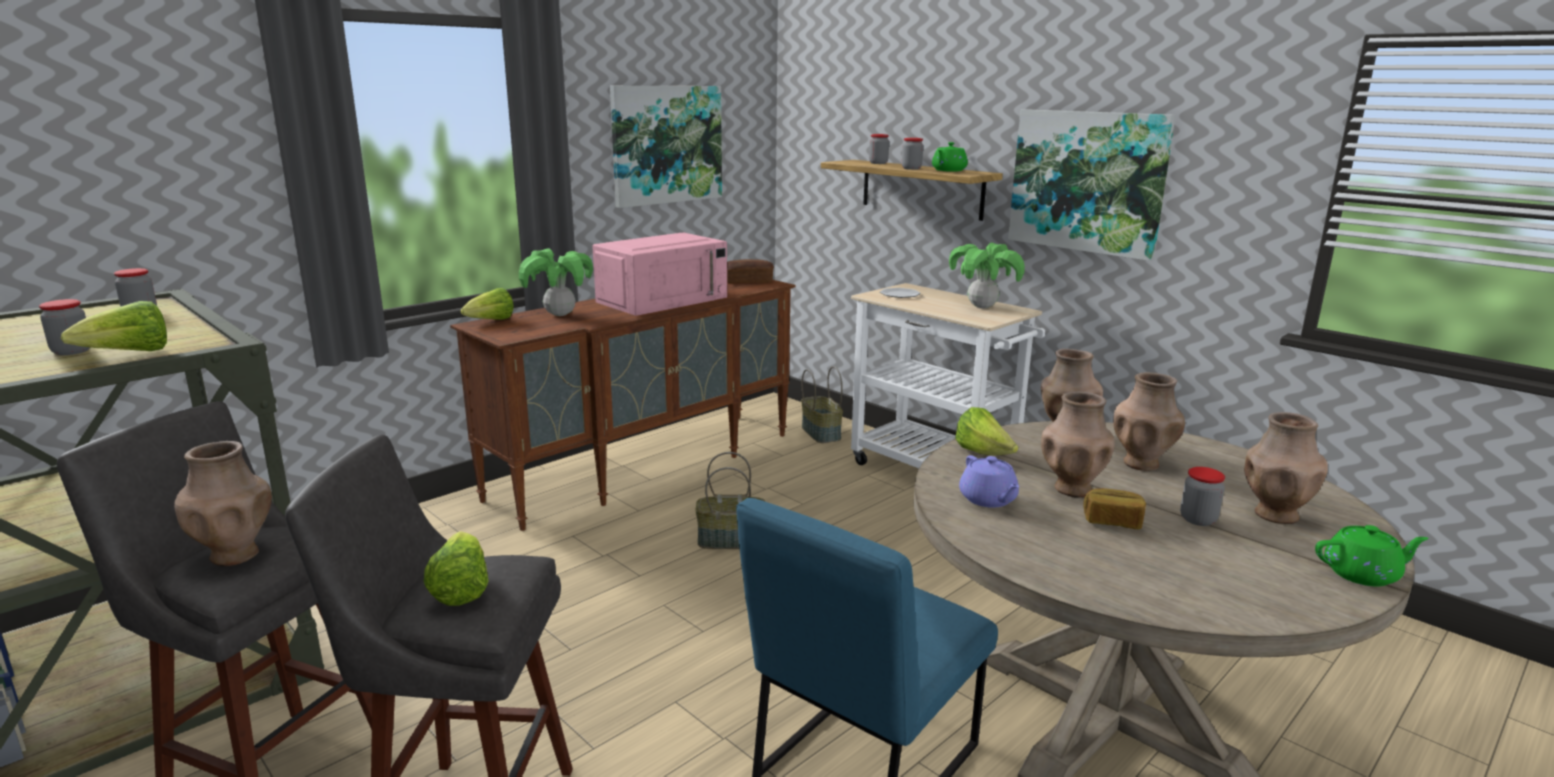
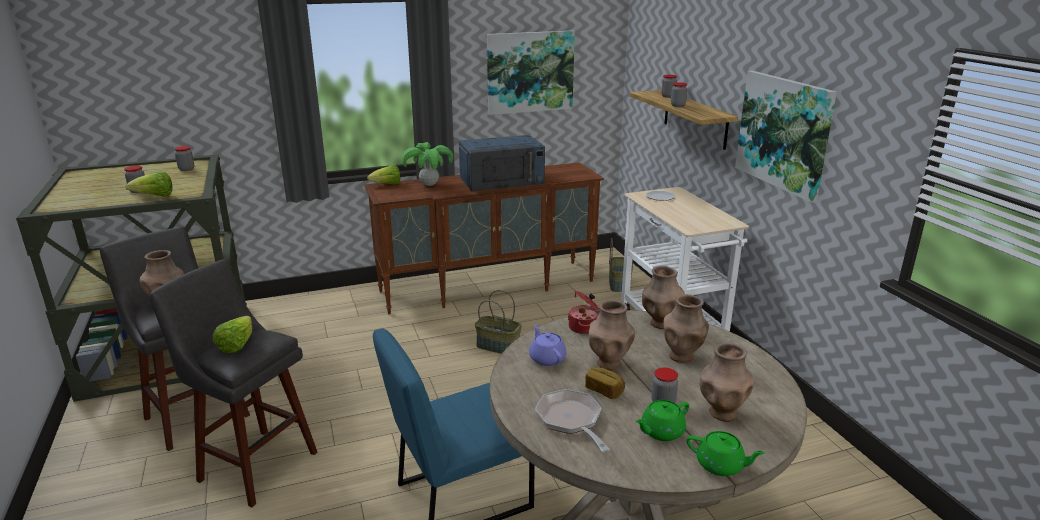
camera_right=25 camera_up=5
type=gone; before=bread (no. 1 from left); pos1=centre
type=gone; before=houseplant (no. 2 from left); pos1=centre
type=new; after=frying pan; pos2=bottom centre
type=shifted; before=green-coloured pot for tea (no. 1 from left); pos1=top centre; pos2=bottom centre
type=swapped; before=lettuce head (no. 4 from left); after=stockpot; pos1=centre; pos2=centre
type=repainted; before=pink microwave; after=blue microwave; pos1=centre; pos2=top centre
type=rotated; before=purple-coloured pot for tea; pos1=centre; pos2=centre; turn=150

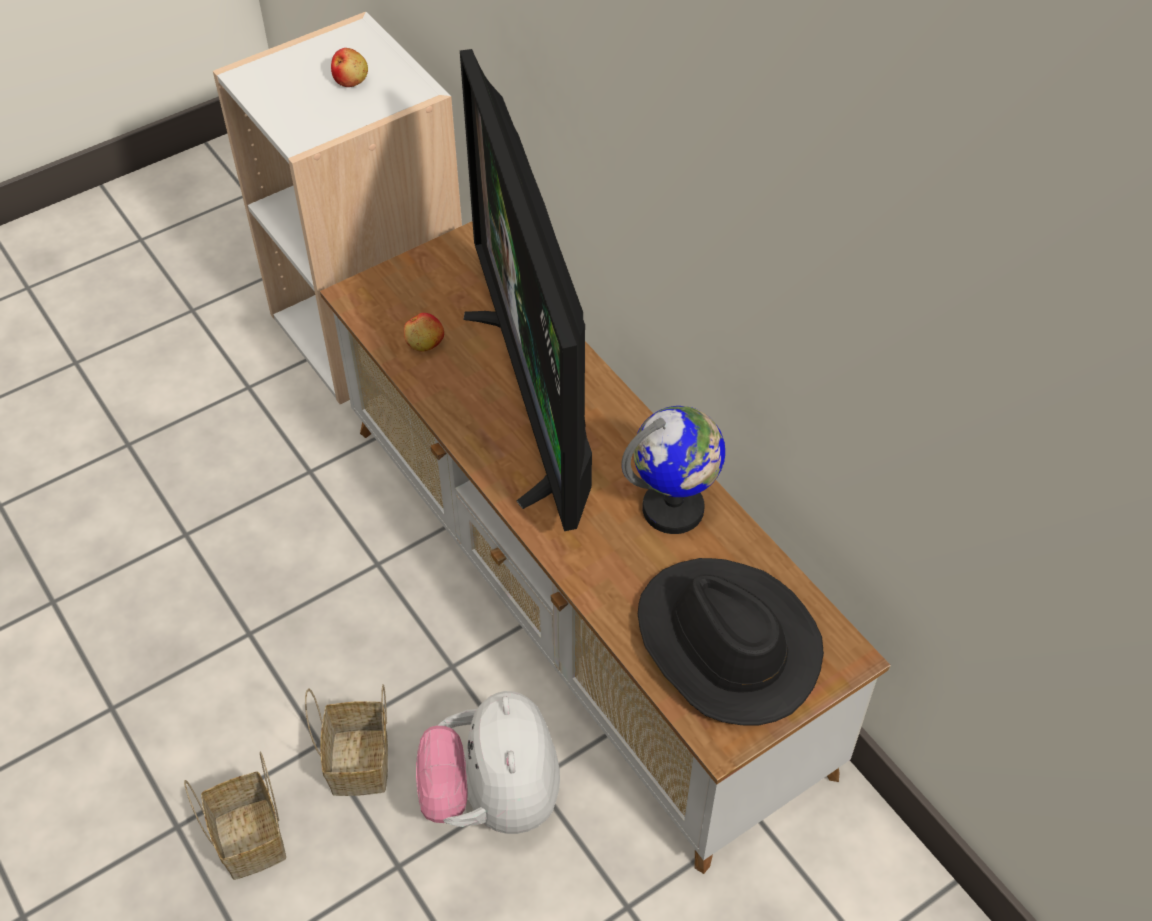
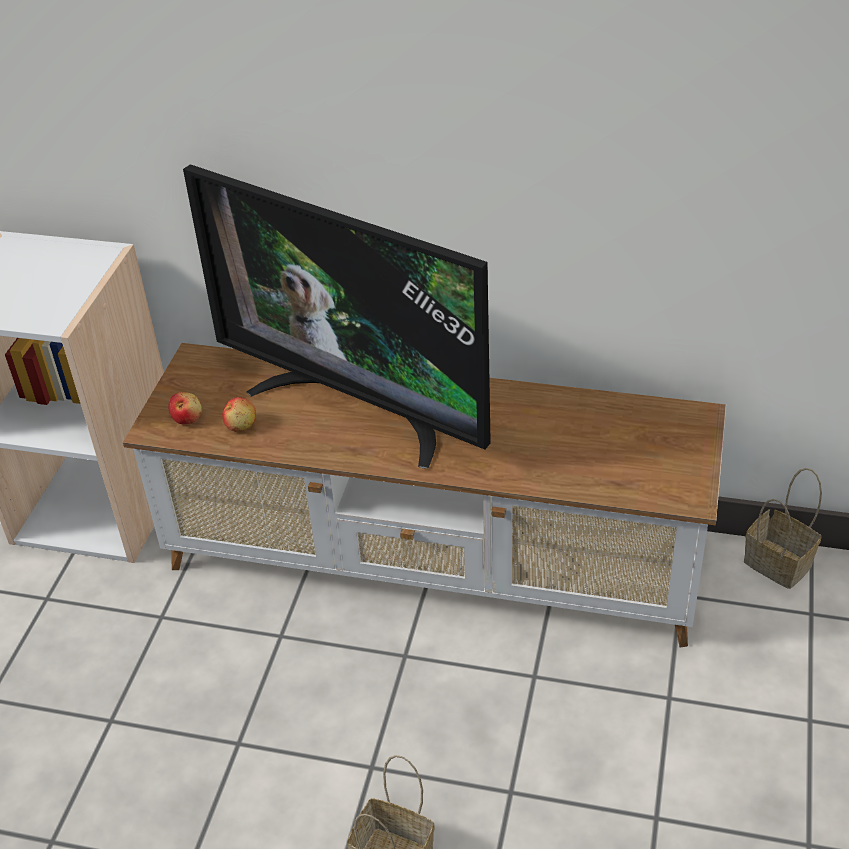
camera_right=-40 camera_up=-10
type=gone; before=cuddly toy; pos1=bottom centre
type=gone; before=world globe; pos1=centre
type=gone; before=blackish hat; pos1=bottom centre
type=shifted; before=basket (no. 2 from left); pos1=bottom left; pos2=middle right
type=shifted; before=apple (no. 1 from left); pos1=top left; pos2=middle left

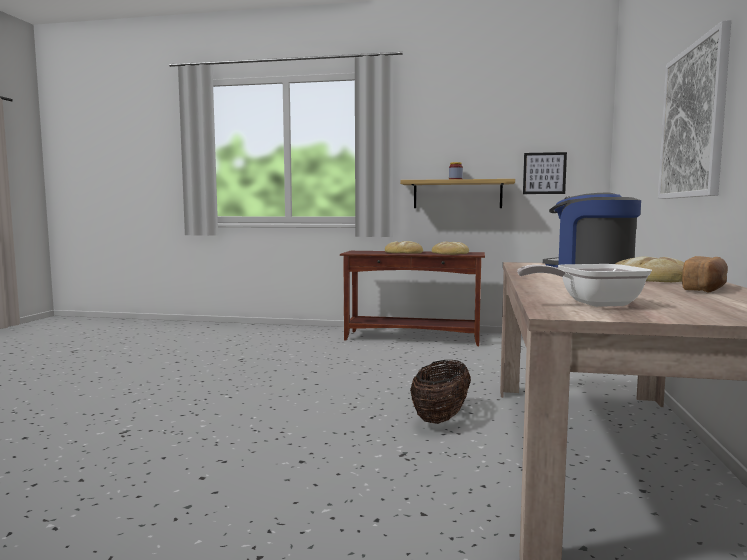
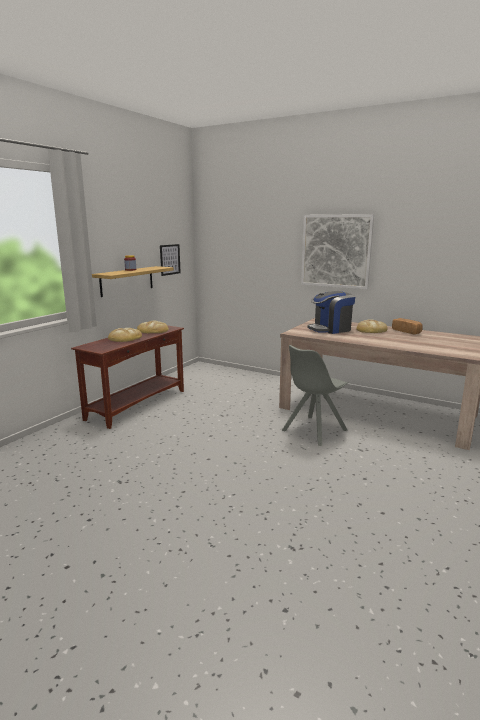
camera_right=-70 camera_up=10
type=gone; before=frying pan; pos1=middle right
type=swapped; before=basket; after=gray plain chair; pos1=bottom centre; pos2=centre

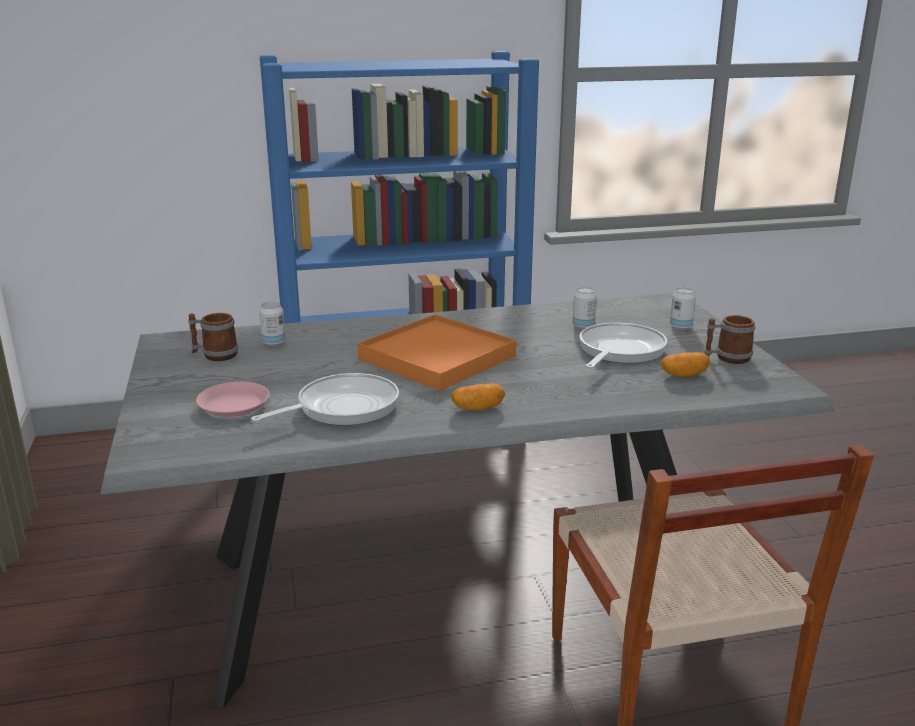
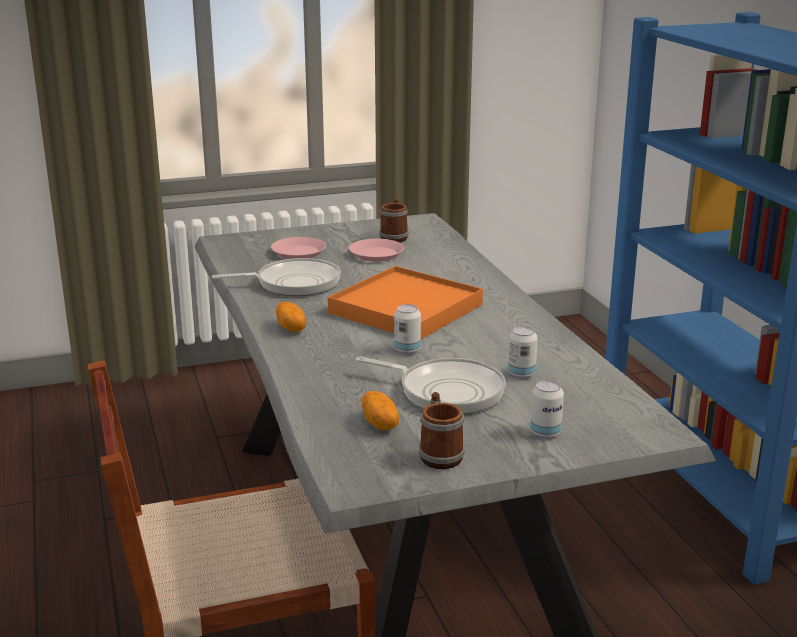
camera_right=85 camera_up=0
type=new; after=pink flat dish (no. 2 from left); pos2=centre
type=shifted; before=sealed can (no. 1 from left); pos1=middle left; pos2=centre
type=rotated; before=frying pan (no. 1 from left); pos1=centre; pos2=centre; turn=-60

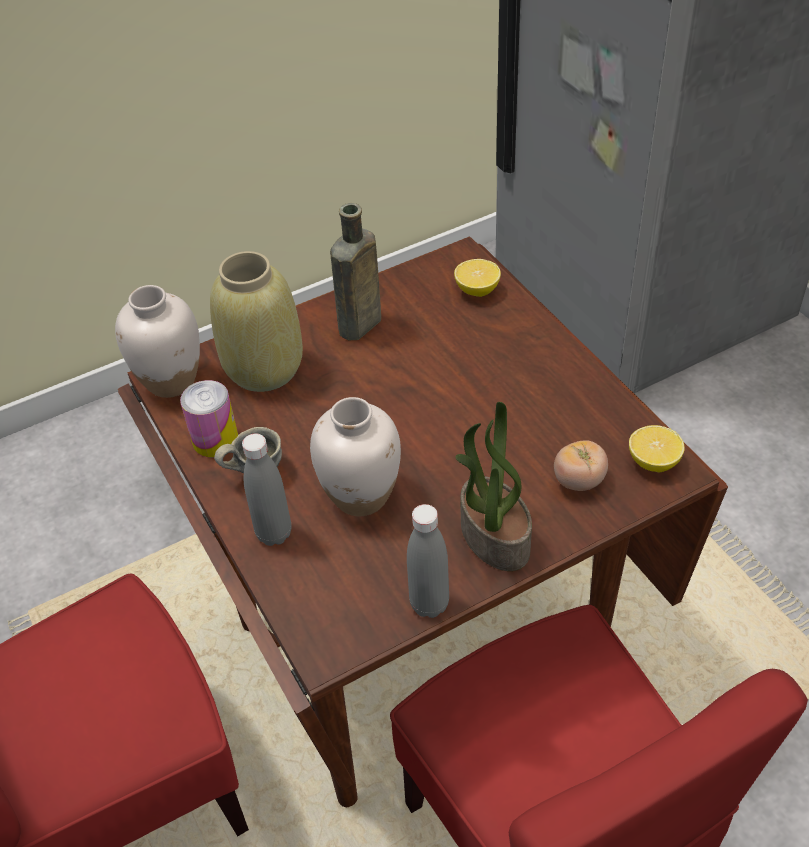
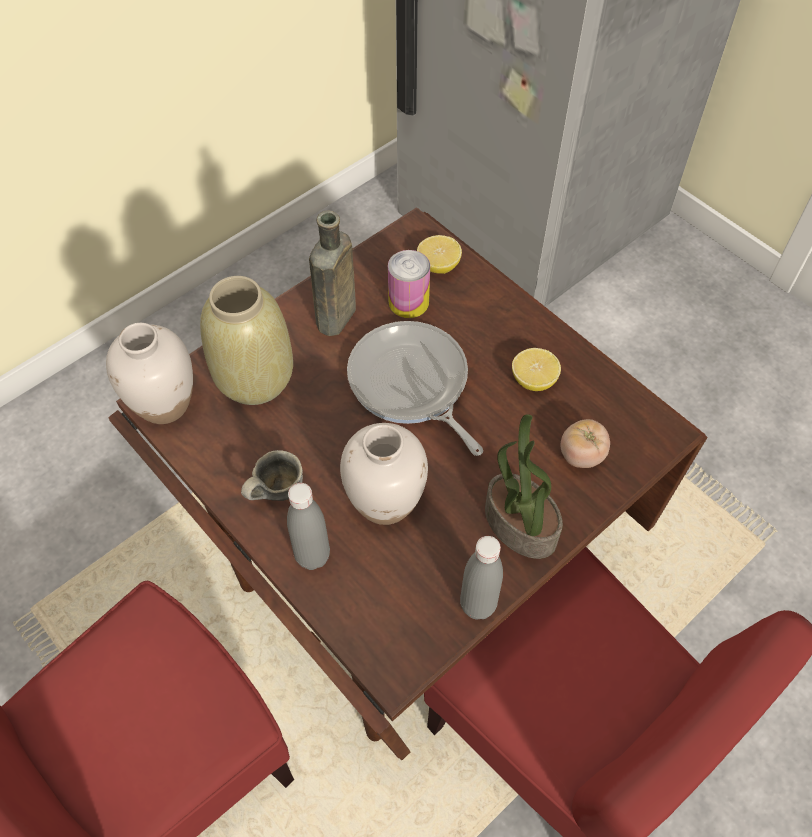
camera_right=-15 camera_up=10
type=new; after=frying pan; pos2=centre
type=shifted; before=sealed can; pos1=middle left; pos2=centre
type=shifted; before=citrus fruit (no. 2 from left); pos1=middle right; pos2=centre

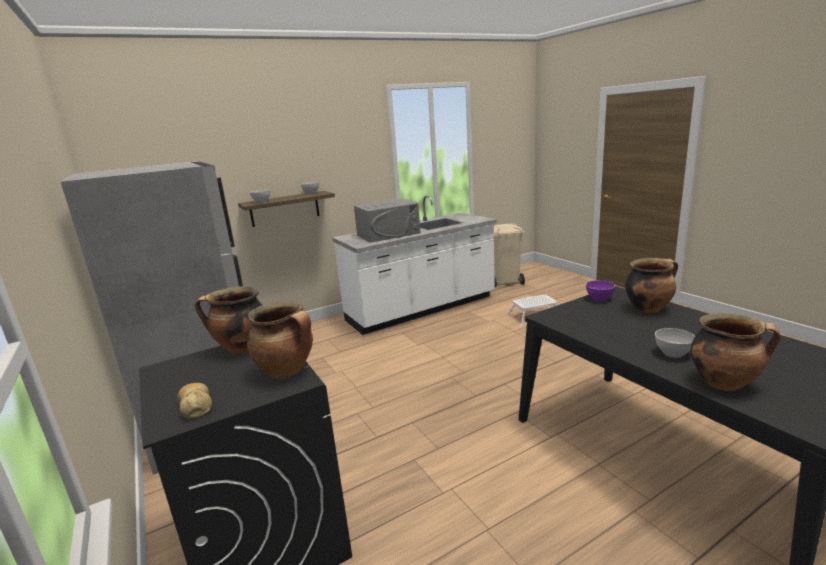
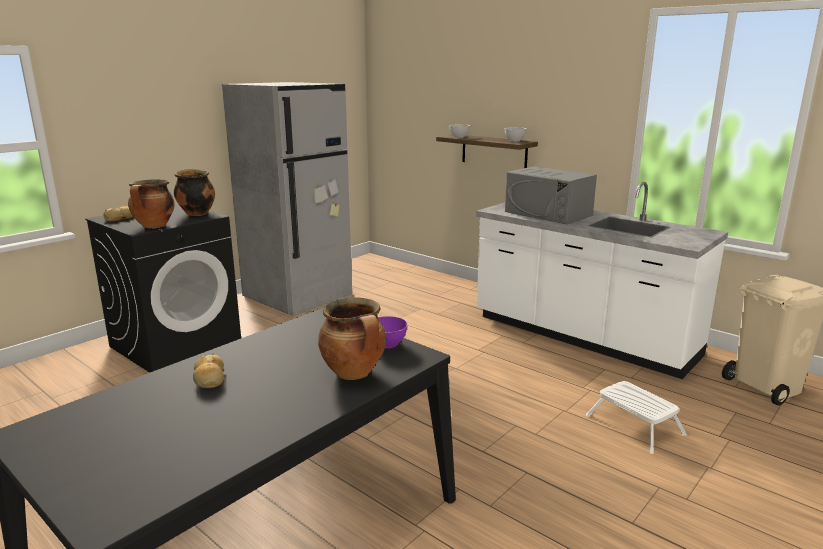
camera_right=70 camera_up=0
type=gone; before=stockpot (no. 4 from left); pos1=middle right
type=swapped; before=gray deep dish (no. 3 from left); after=bread (no. 2 from left); pos1=middle right; pos2=bottom left

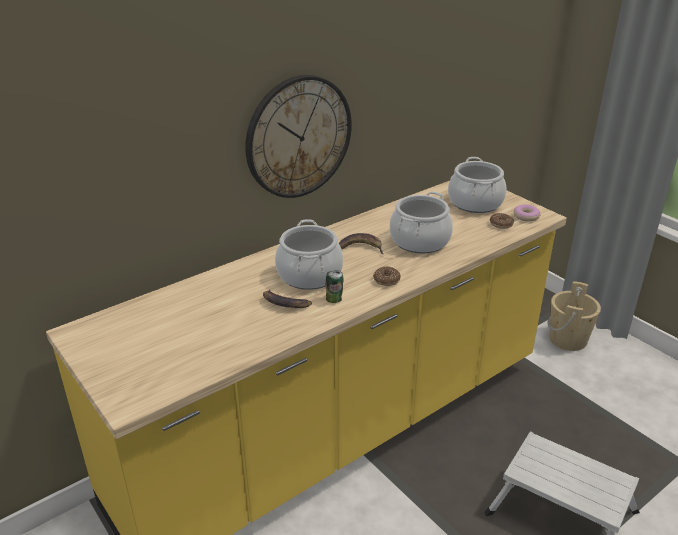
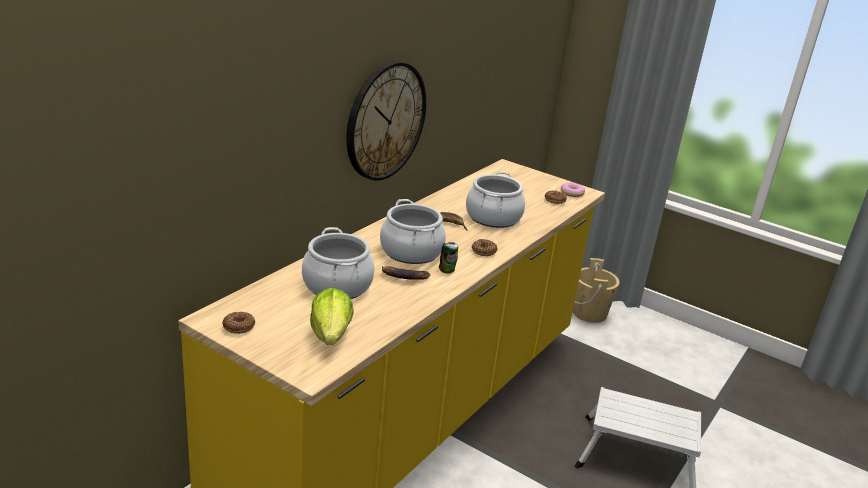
camera_right=-20 camera_up=-5
type=new; after=donut (no. 1 from left); pos2=middle left
type=new; after=lettuce head; pos2=centre
type=shifted; before=stockpot (no. 3 from left in the first image); after=stockpot (no. 1 from left); pos1=middle right; pos2=centre

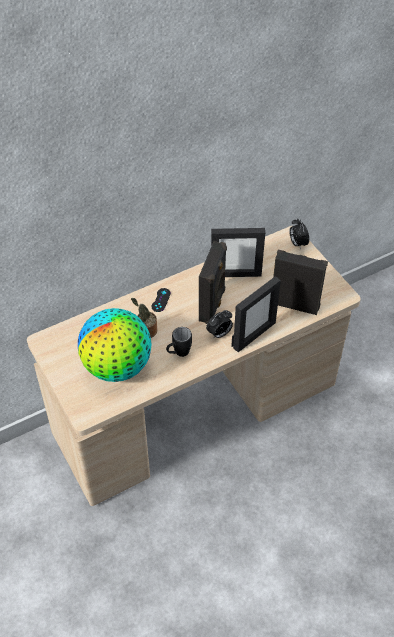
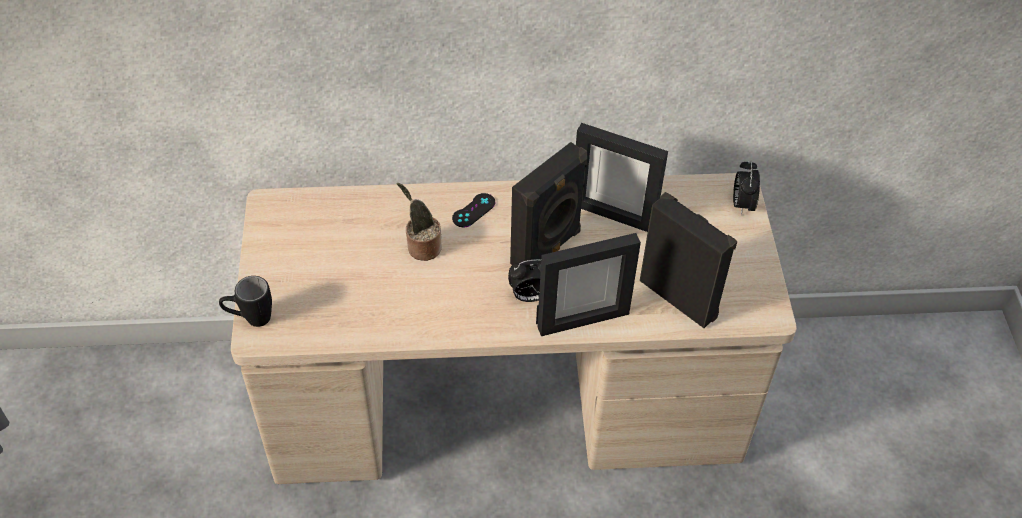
camera_right=25 camera_up=0
type=gone; before=world globe; pos1=middle left
type=shifted; before=blackish tea mug; pos1=centre; pos2=middle left

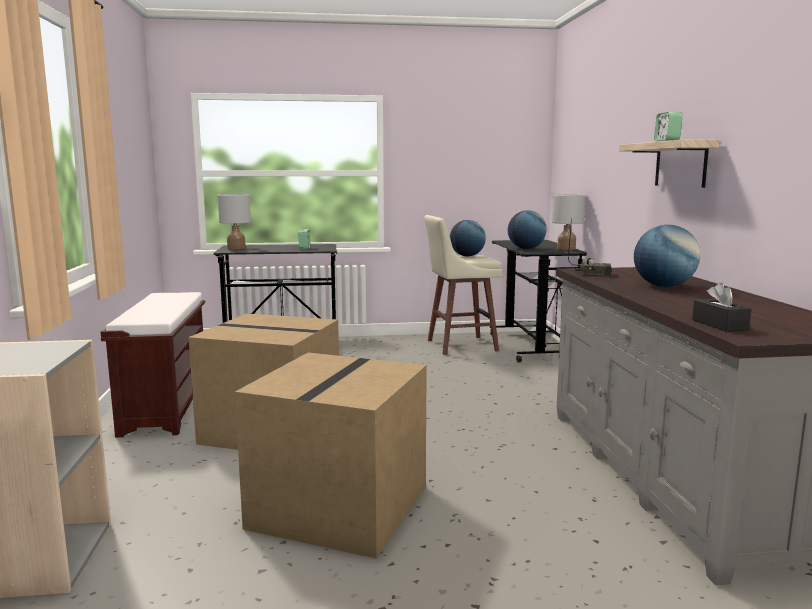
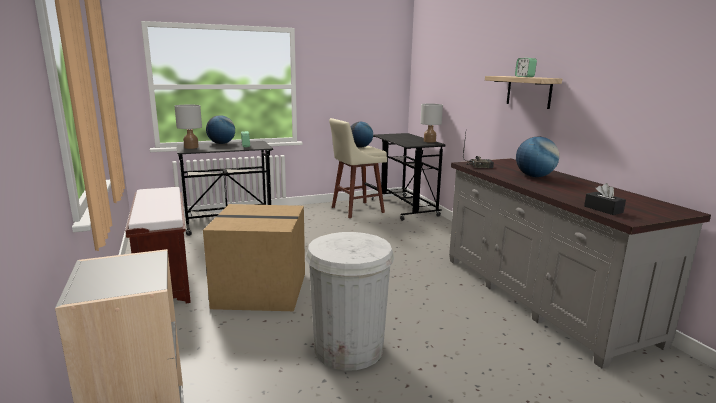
camera_right=-15 camera_up=5
type=shifted; before=world globe (no. 2 from left in the first image); after=world globe (no. 1 from left); pos1=centre; pos2=top left
type=swapped; before=carton (no. 2 from left); after=whitish waste bin; pos1=bottom centre; pos2=bottom centre

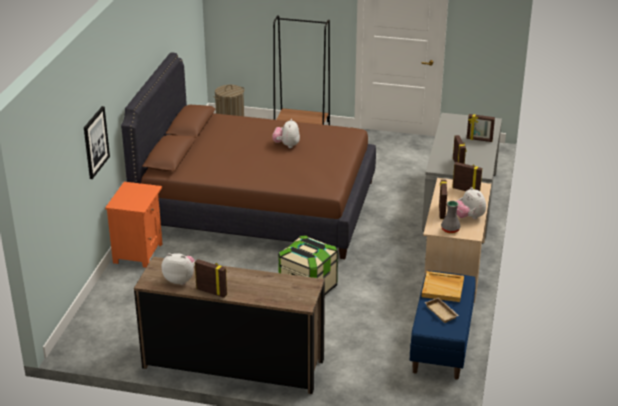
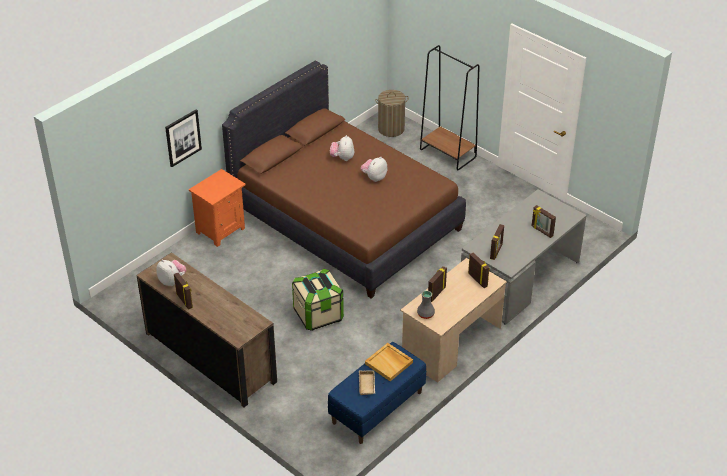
camera_right=30 camera_up=10
type=shifted; before=cuddly toy (no. 3 from left in the first image); after=cuddly toy (no. 2 from left); pos1=middle right; pos2=top centre

